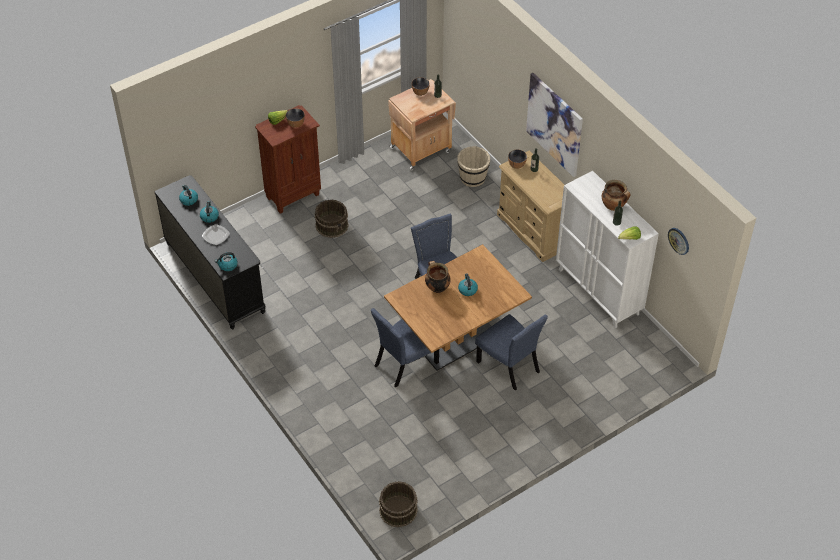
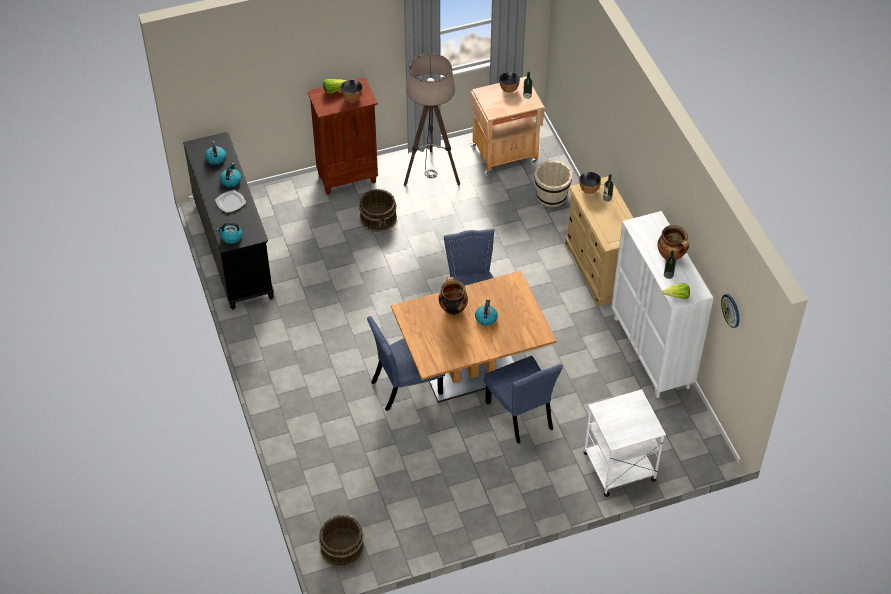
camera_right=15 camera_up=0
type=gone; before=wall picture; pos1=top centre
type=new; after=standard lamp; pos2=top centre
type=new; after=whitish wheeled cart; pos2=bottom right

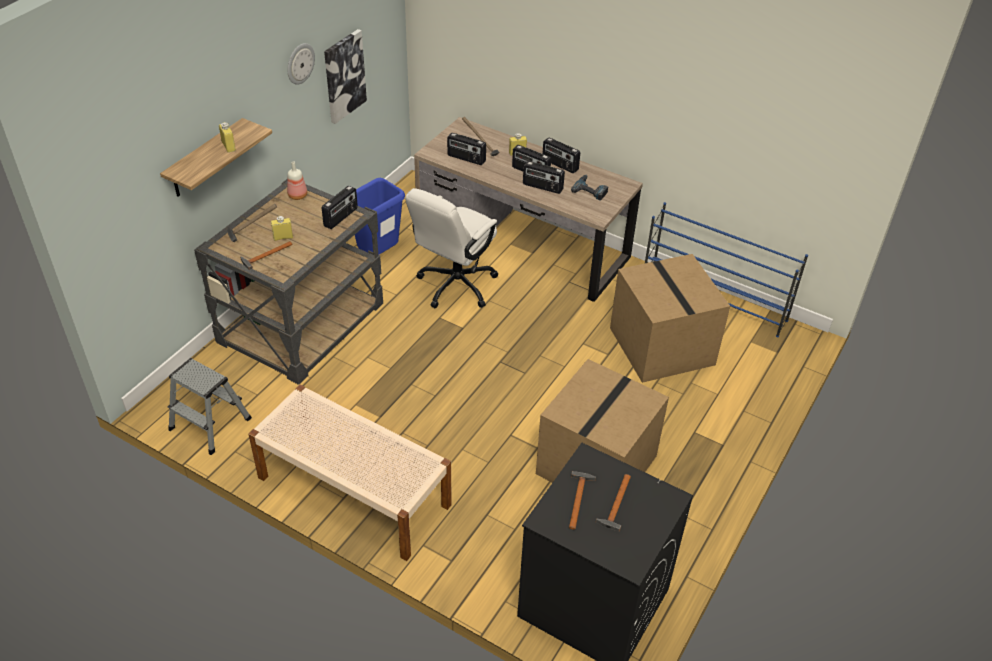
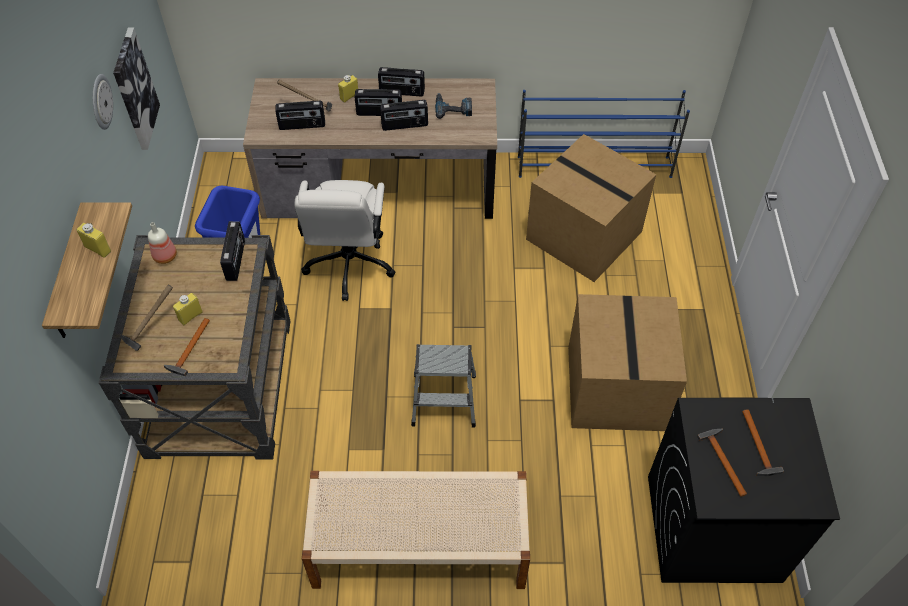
camera_right=-30 camera_up=10
type=shifted; before=gray step stool; pos1=middle left; pos2=centre

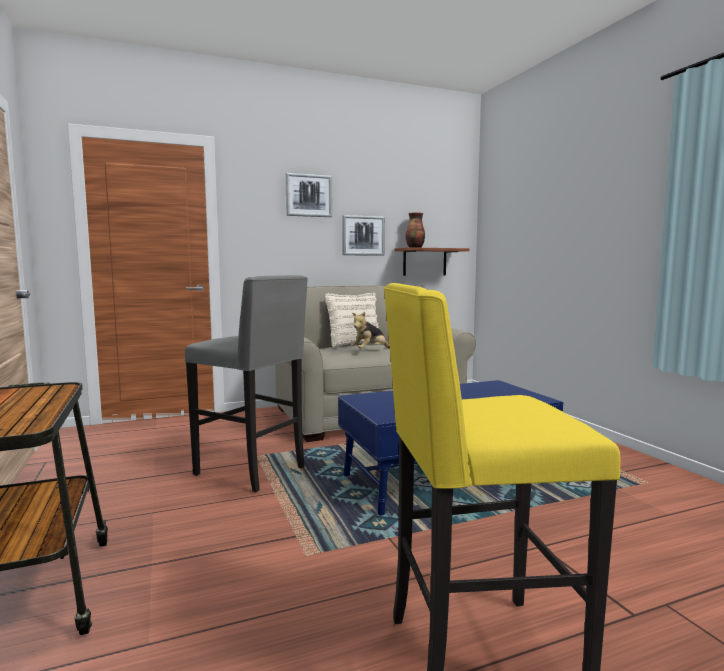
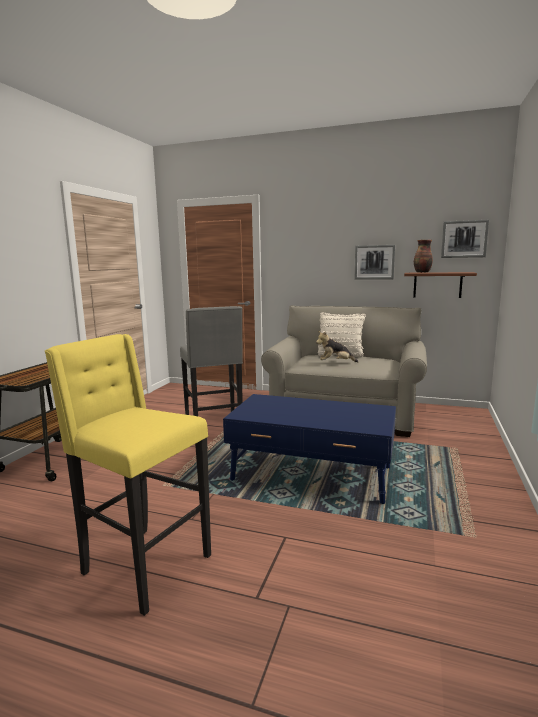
camera_right=40 camera_up=5
type=shifted; before=wall picture (no. 1 from left in the first image); after=wall picture (no. 2 from left); pos1=top centre; pos2=middle right

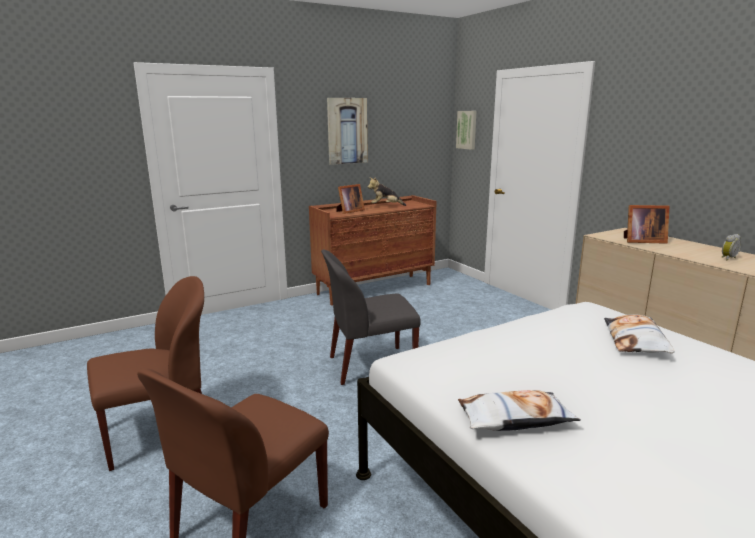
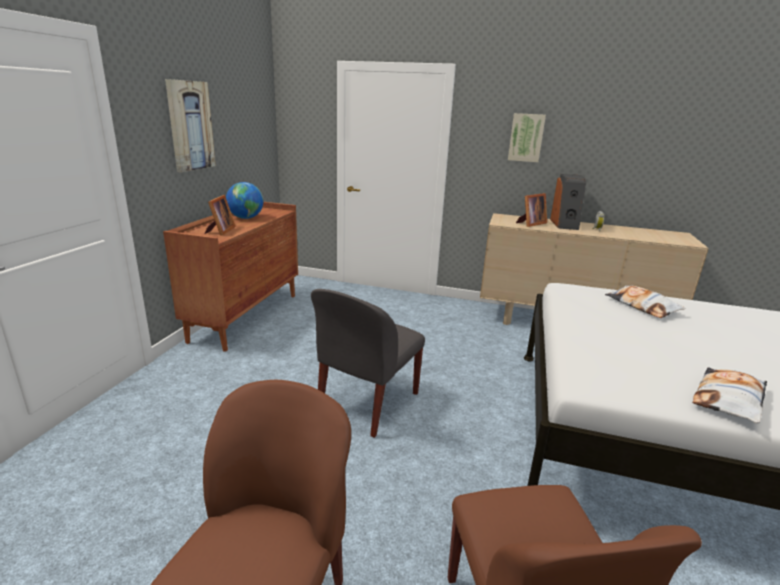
camera_right=-45 camera_up=5
type=new; after=loudspeaker; pos2=middle right
type=shifted; before=wall picture (no. 2 from left); pos1=top centre; pos2=top right
type=swapped; before=cuddly toy; after=world globe; pos1=centre; pos2=middle left

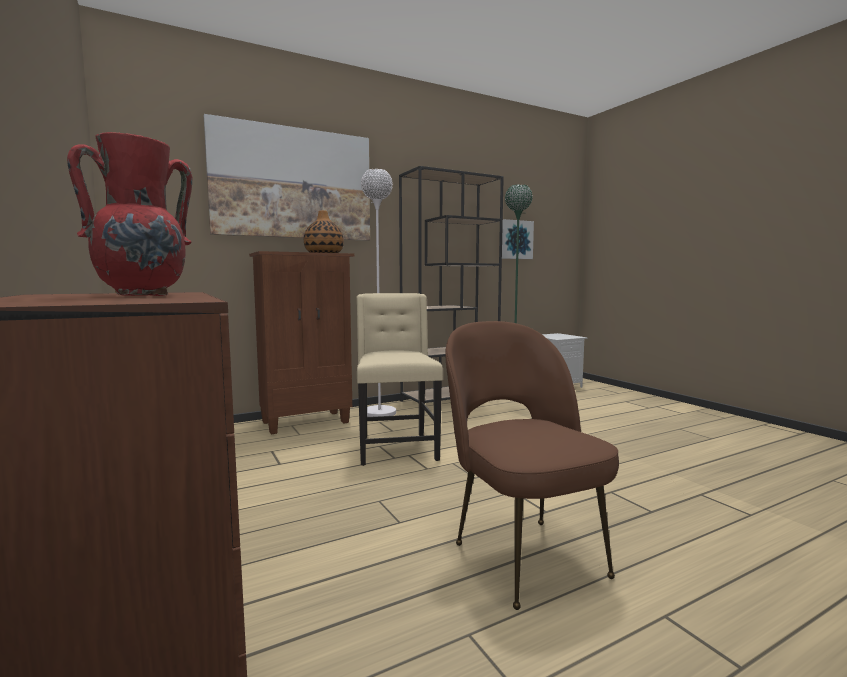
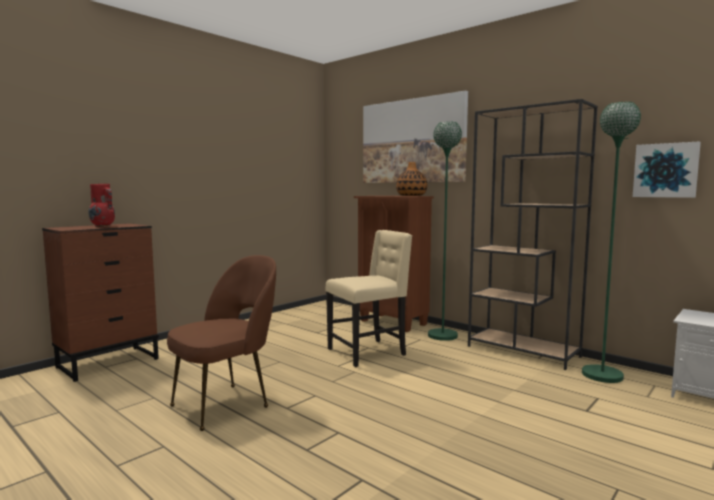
camera_right=70 camera_up=0
type=repainted; before=whitish standard lamp; after=green-coloured standard lamp (no. 1 from left); pos1=centre; pos2=centre

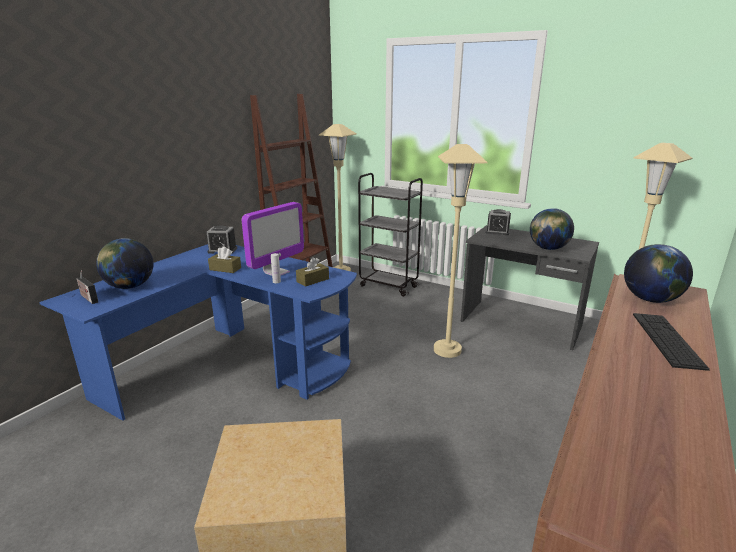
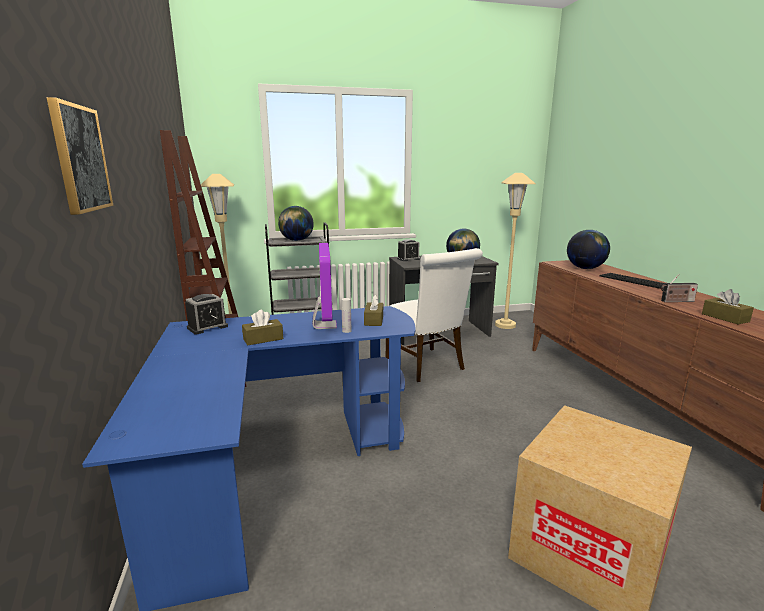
camera_right=-45 camera_up=-5
type=new; after=wall picture; pos2=top left
type=new; after=brownish tissue box (no. 3 from left); pos2=middle right
type=shifted; before=radio; pos1=middle left; pos2=middle right
type=shifted; before=world globe (no. 1 from left); pos1=middle left; pos2=centre
type=swapped; before=beige-coloured standard lamp (no. 2 from left); after=whitish plain chair; pos1=centre; pos2=centre

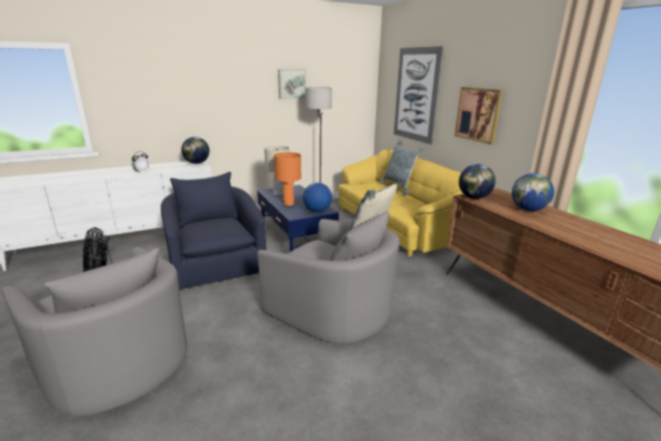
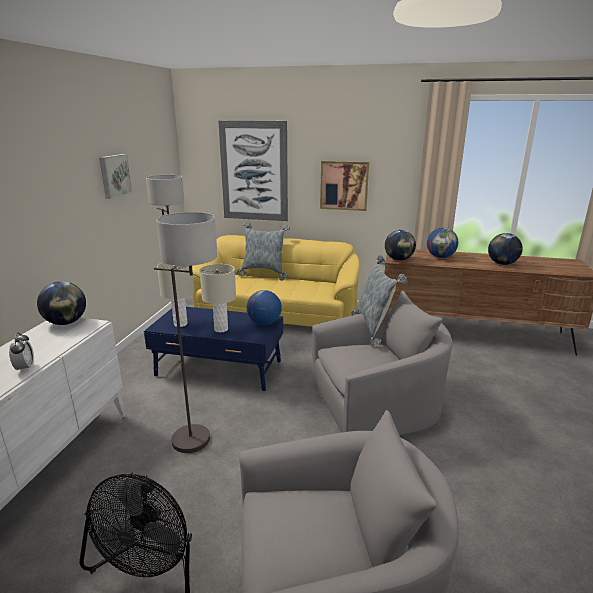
camera_right=-50 camera_up=0
type=new; after=world globe (no. 5 from left); pos2=middle right
type=swapped; before=blue lounge chair; after=gray standard lamp (no. 2 from left); pos1=middle left; pos2=middle left
type=repainted; before=orangey lamp for a table; after=beige-coloured lamp for a table (no. 2 from left); pos1=centre; pos2=centre

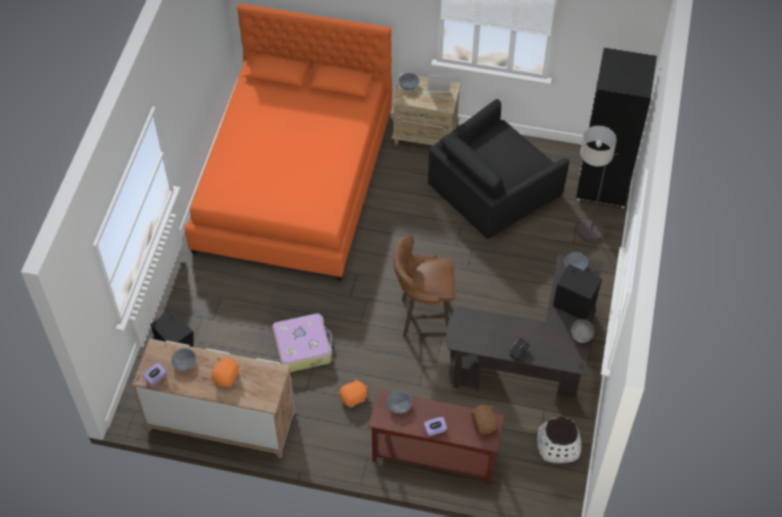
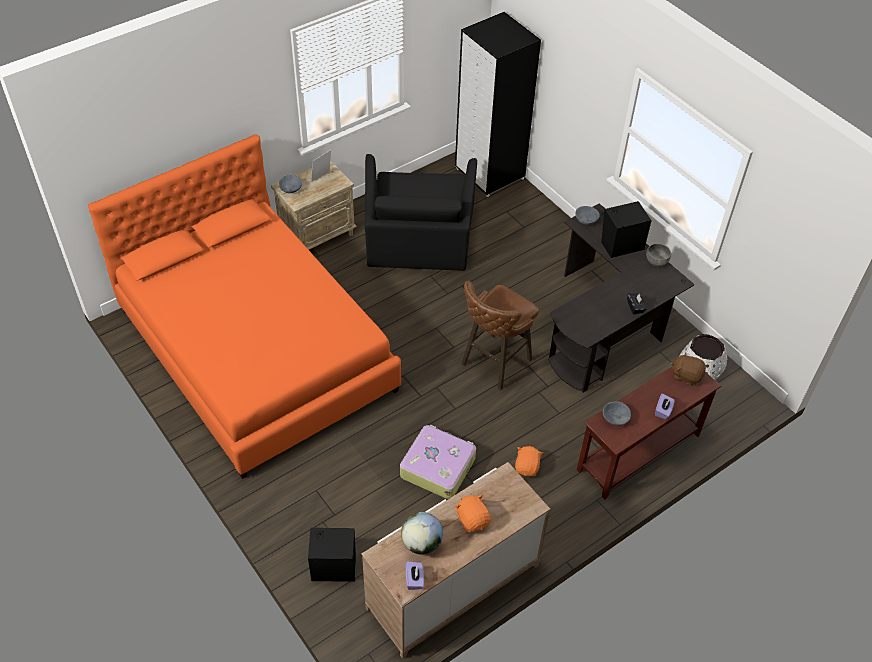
camera_right=-50 camera_up=-5
type=gone; before=gray standard lamp; pos1=middle right
type=swapped; before=gray deep dish (no. 1 from left); after=world globe; pos1=bottom left; pos2=bottom centre

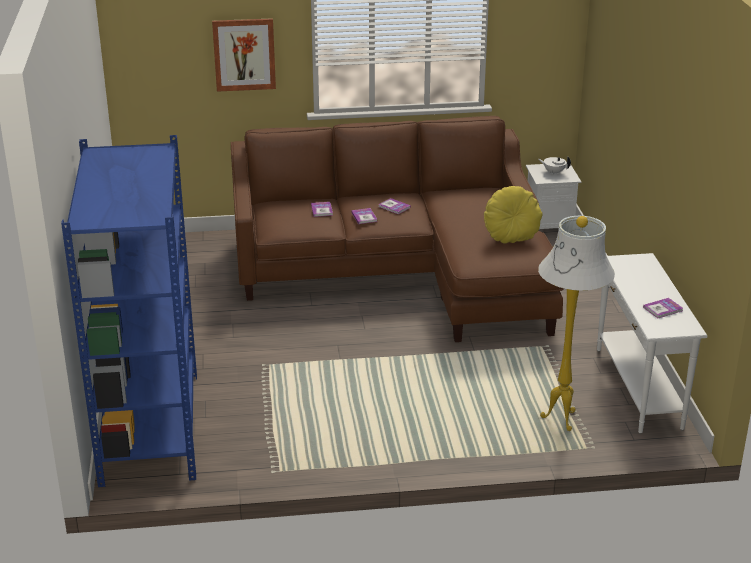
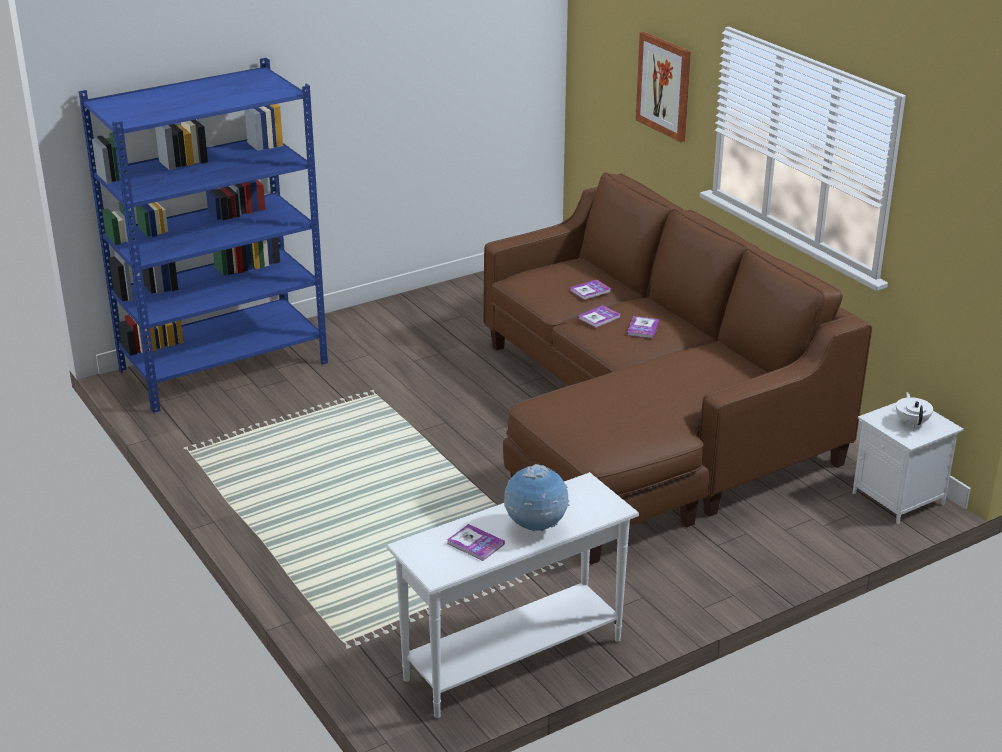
camera_right=65 camera_up=0
type=gone; before=yellowish pillow; pos1=middle right
type=gone; before=whitish standard lamp; pos1=middle right
type=new; after=world globe; pos2=centre

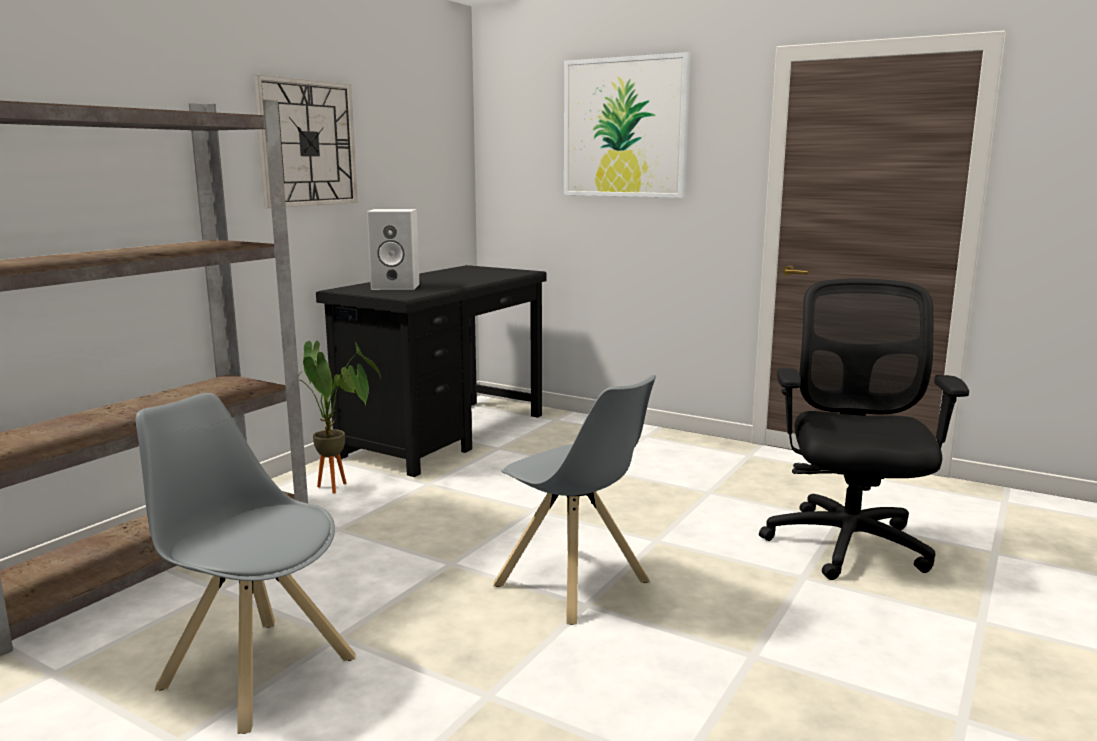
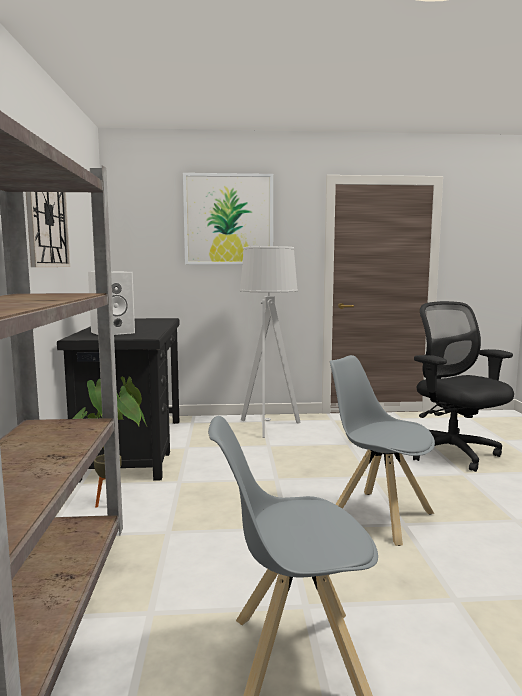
camera_right=-35 camera_up=-5
type=new; after=gray standard lamp; pos2=centre
type=rotated; before=gray plain chair (no. 2 from left); pos1=bottom centre; pos2=middle right; turn=-150

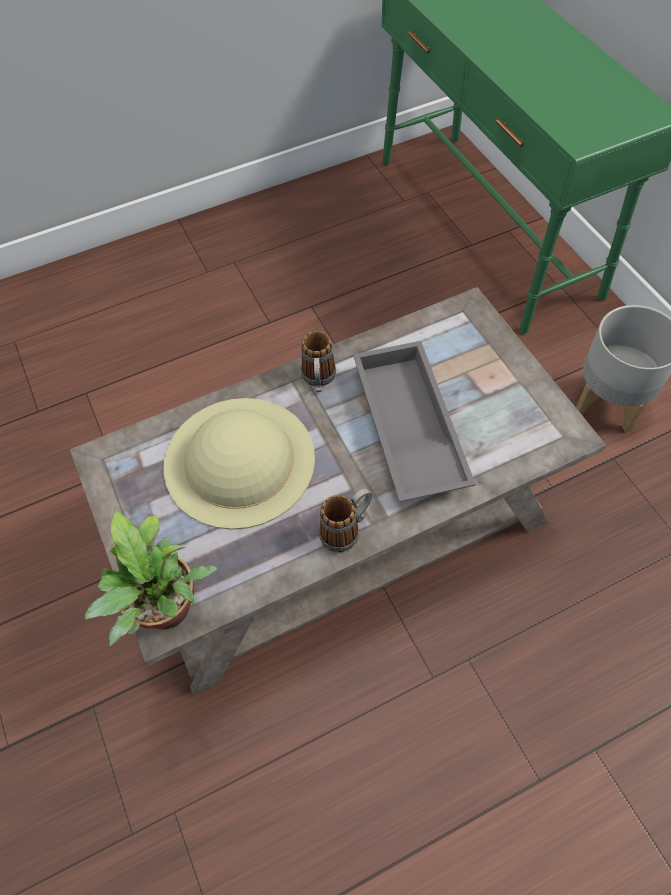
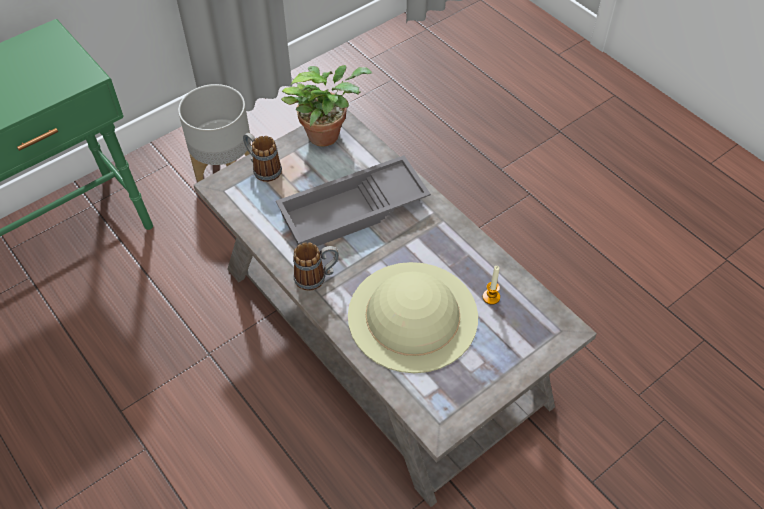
camera_right=-105 camera_up=-5
type=new; after=wax candle; pos2=centre
type=shifted; before=houseplant; pos1=middle left; pos2=top centre
type=shifted; before=tea mug (no. 2 from left in the first image); after=tea mug (no. 1 from left); pos1=centre; pos2=top centre

